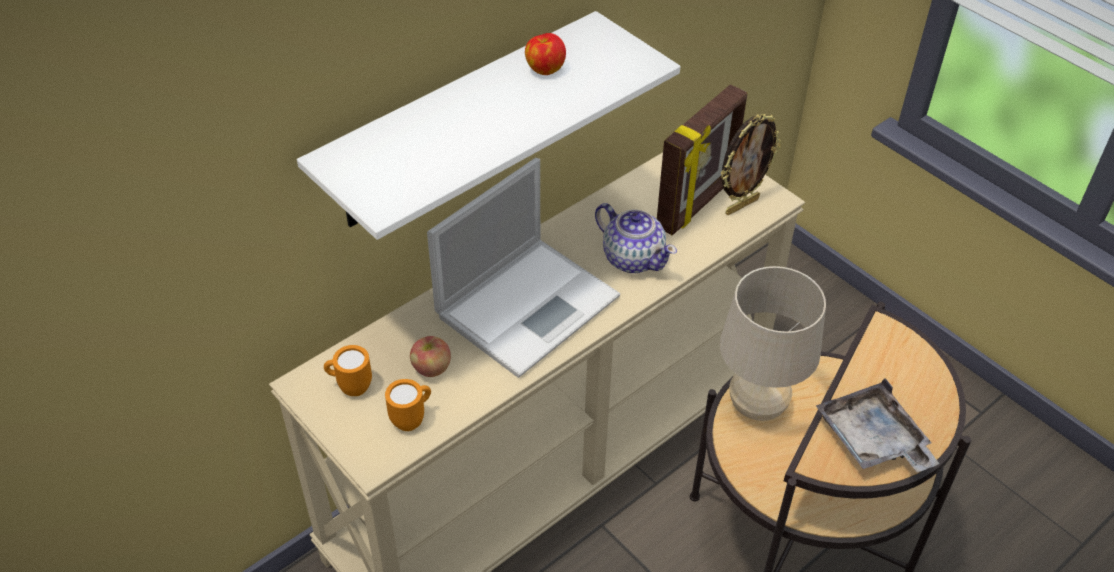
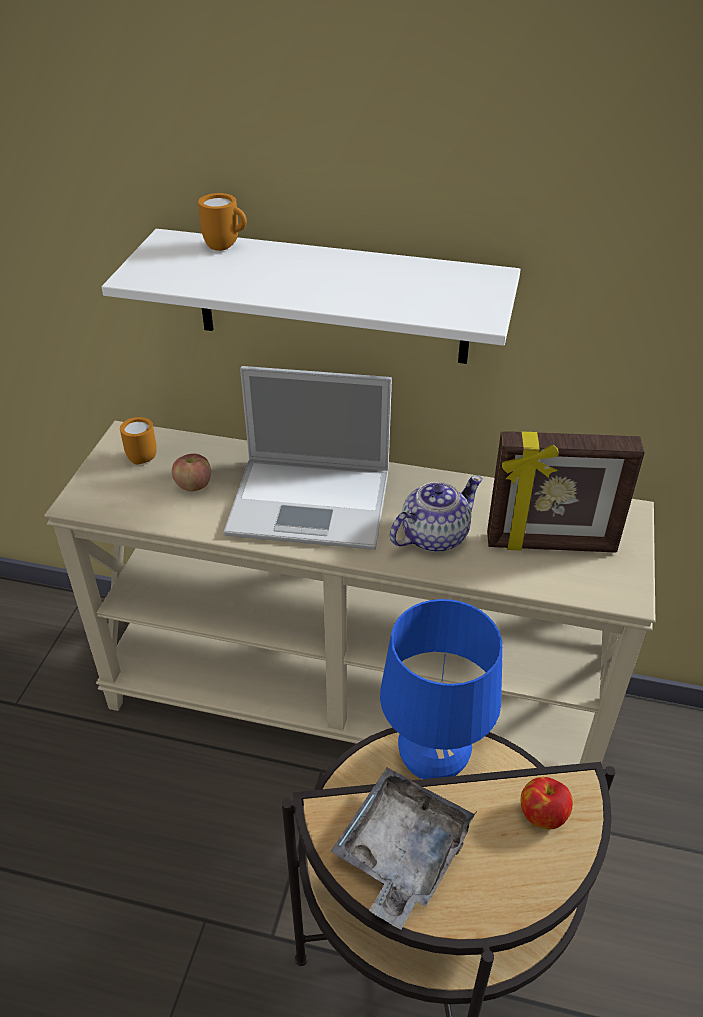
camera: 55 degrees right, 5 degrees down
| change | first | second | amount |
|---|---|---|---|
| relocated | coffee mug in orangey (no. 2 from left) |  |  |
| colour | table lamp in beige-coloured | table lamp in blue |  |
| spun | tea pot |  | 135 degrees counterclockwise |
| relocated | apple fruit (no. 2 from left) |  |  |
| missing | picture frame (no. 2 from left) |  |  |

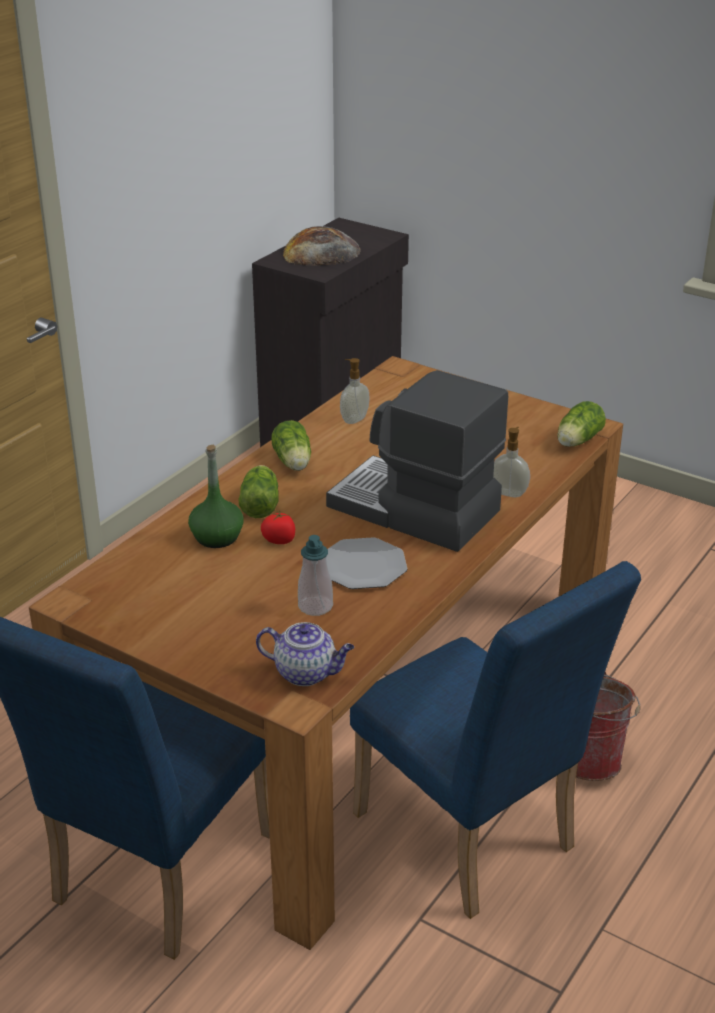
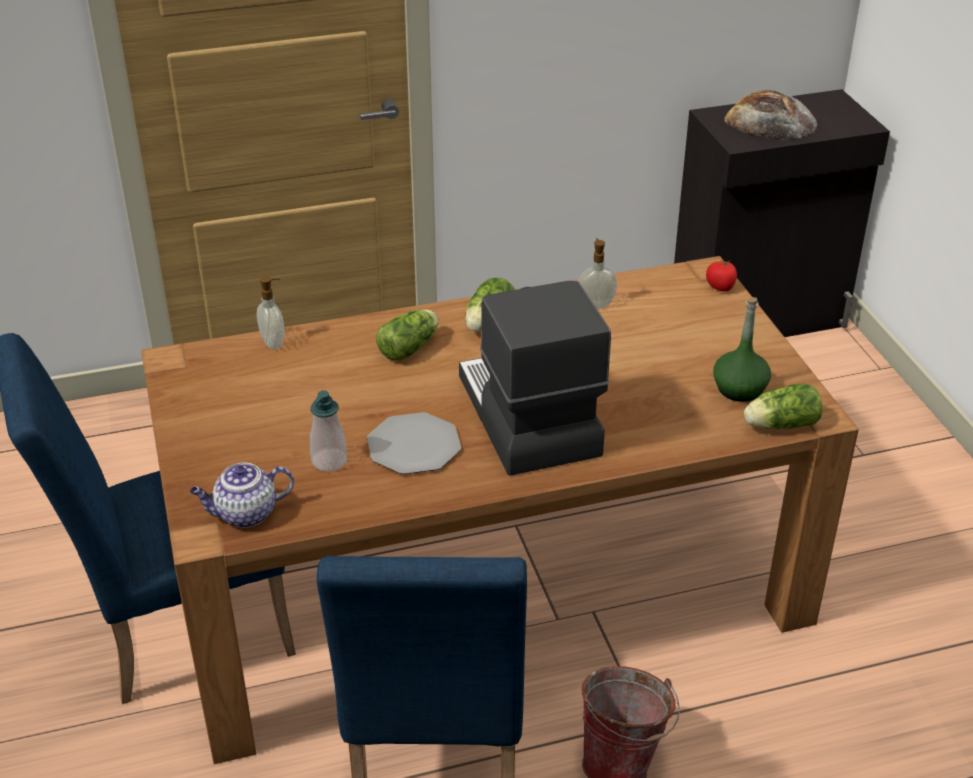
camera: 40 degrees right, 5 degrees up
| change | first | second | amount |
|---|---|---|---|
| spun | tea pot |  | 105 degrees clockwise |
| relocated | soap dispenser (no. 3 from left in the first image) | soap dispenser (no. 1 from left) |  |
| relocated | fresh tomato |  |  |
| relocated | beverage bottle in greenish |  |  |

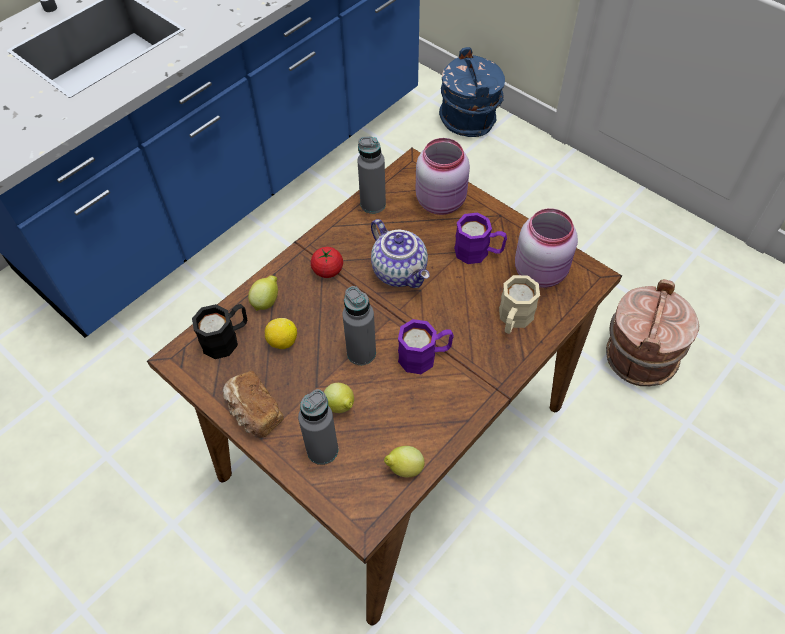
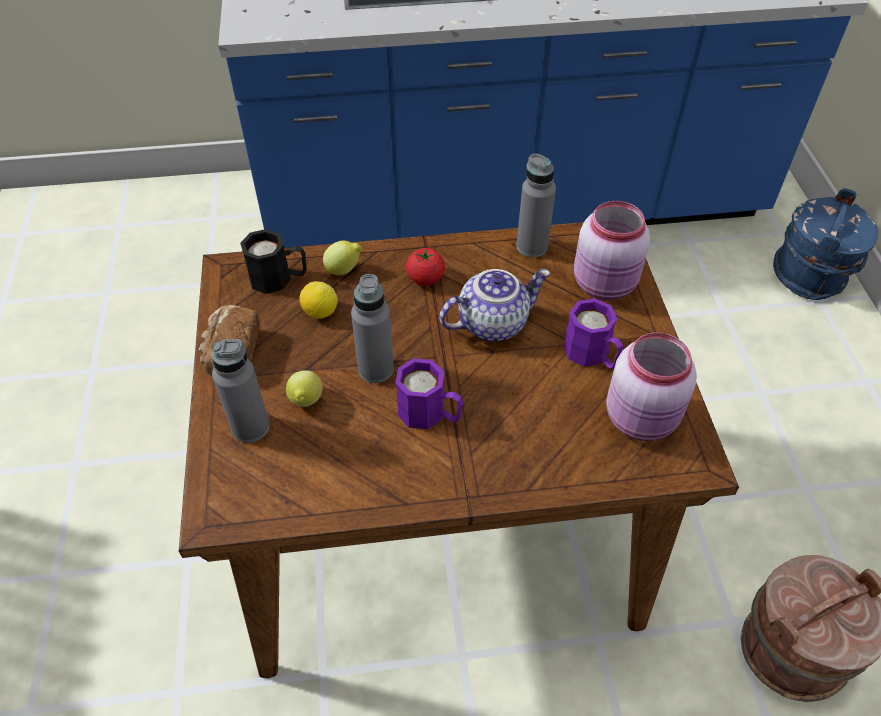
camera: 40 degrees right, 5 degrees down
| change | first | second | amount |
|---|---|---|---|
| spun | tea pot |  | 120 degrees counterclockwise |
| missing | citrus fruit (no. 4 from left) |  |  |
| missing | coffee mug in beige-coloured |  |  |

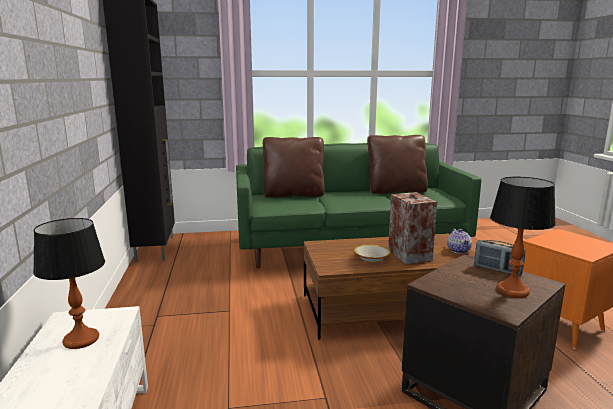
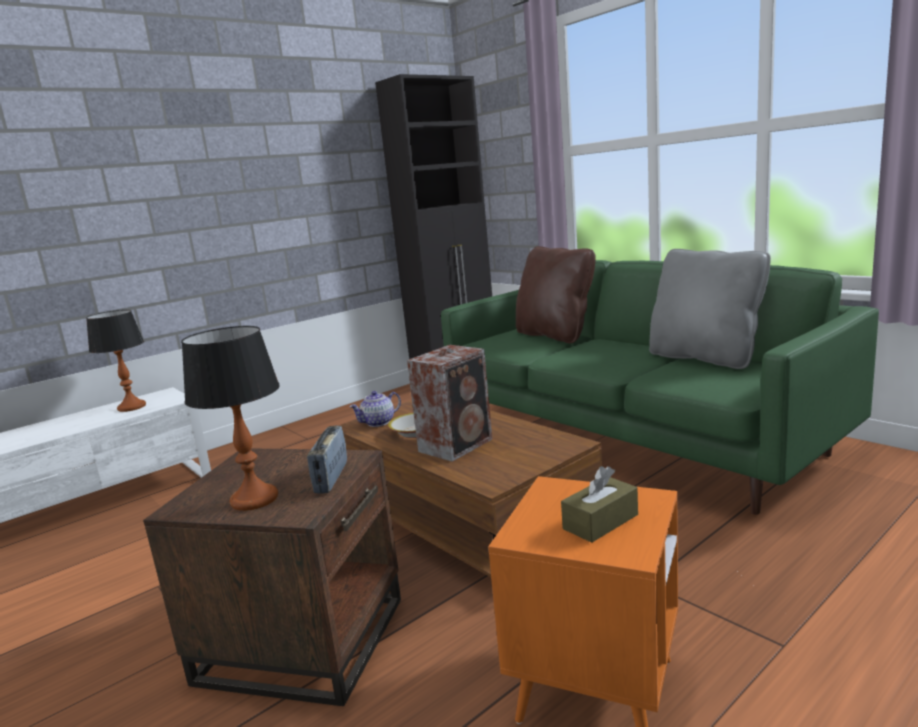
camera: 60 degrees right, 0 degrees up
| change | first | second | amount |
|---|---|---|---|
| relocated | tea pot |  |  |
| appeared |  | tissue box in brownish |  |
| colour | throw pillow in brownish (no. 2 from left) | throw pillow in gray |  |

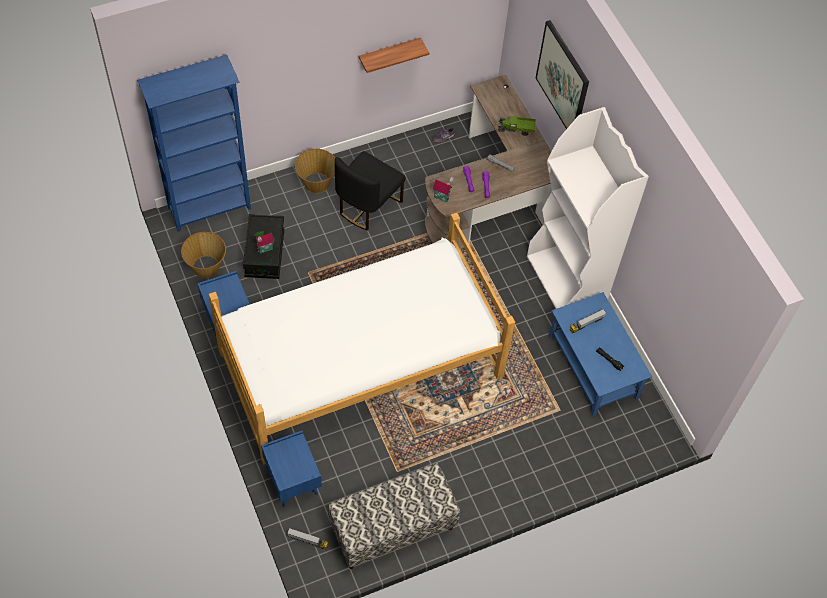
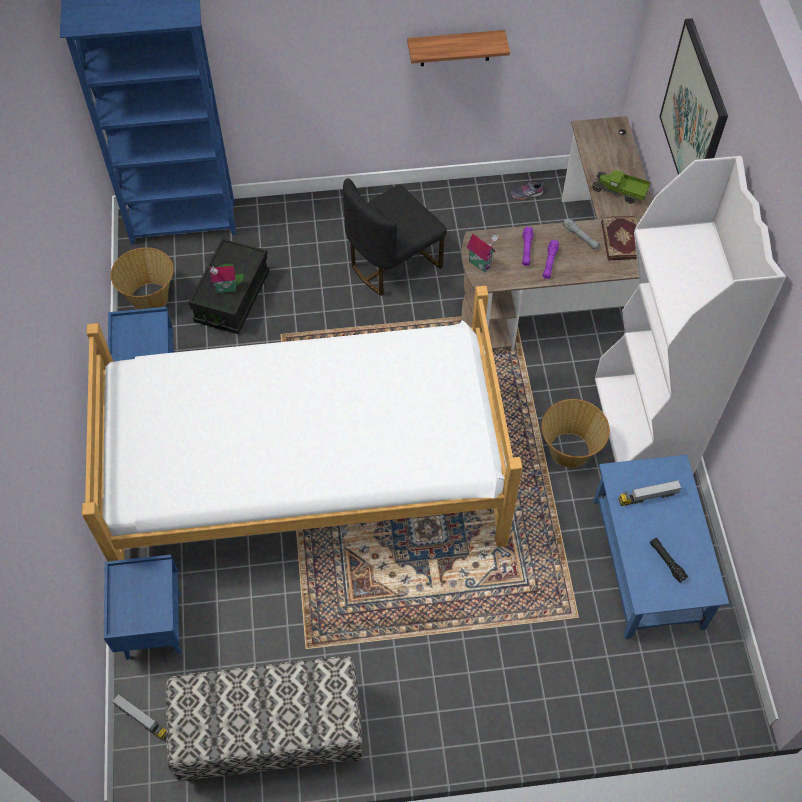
camera: 20 degrees right, 0 degrees up
| change | first | second | amount |
|---|---|---|---|
| relocated | household basket (no. 2 from left) |  |  |
| appeared |  | volume |  |

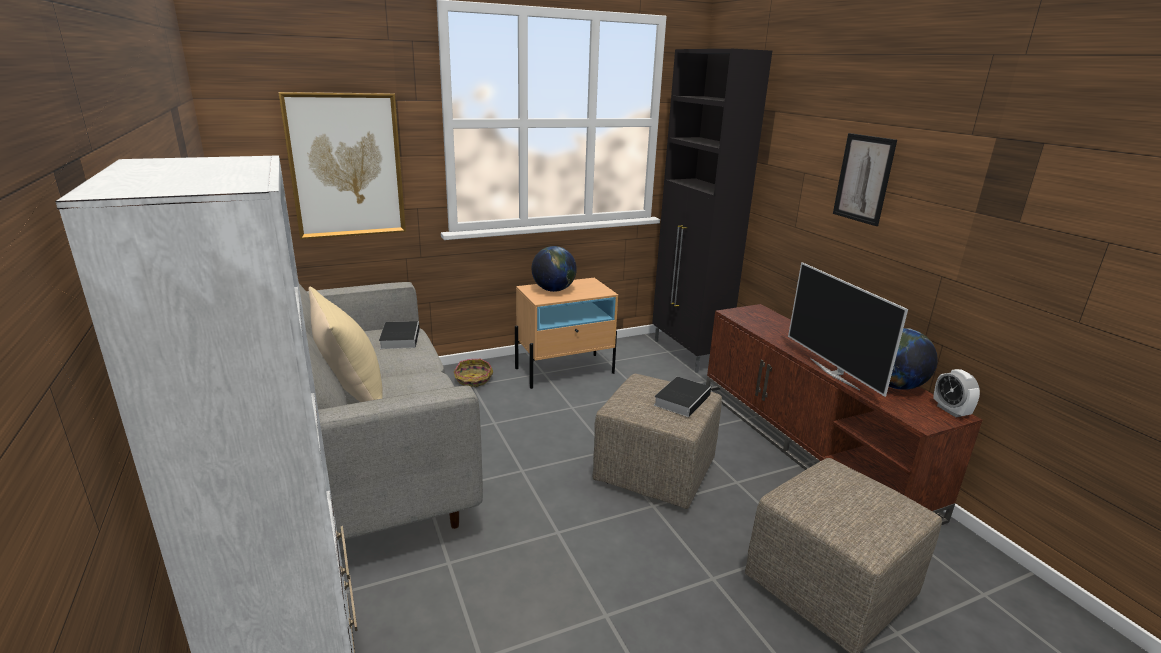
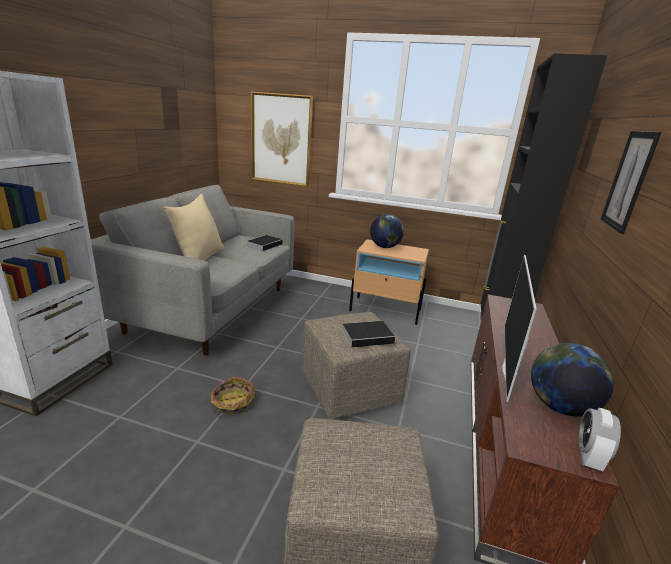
camera: 40 degrees right, 0 degrees up
| change | first | second | amount |
|---|---|---|---|
| relocated | household basket |  |  |

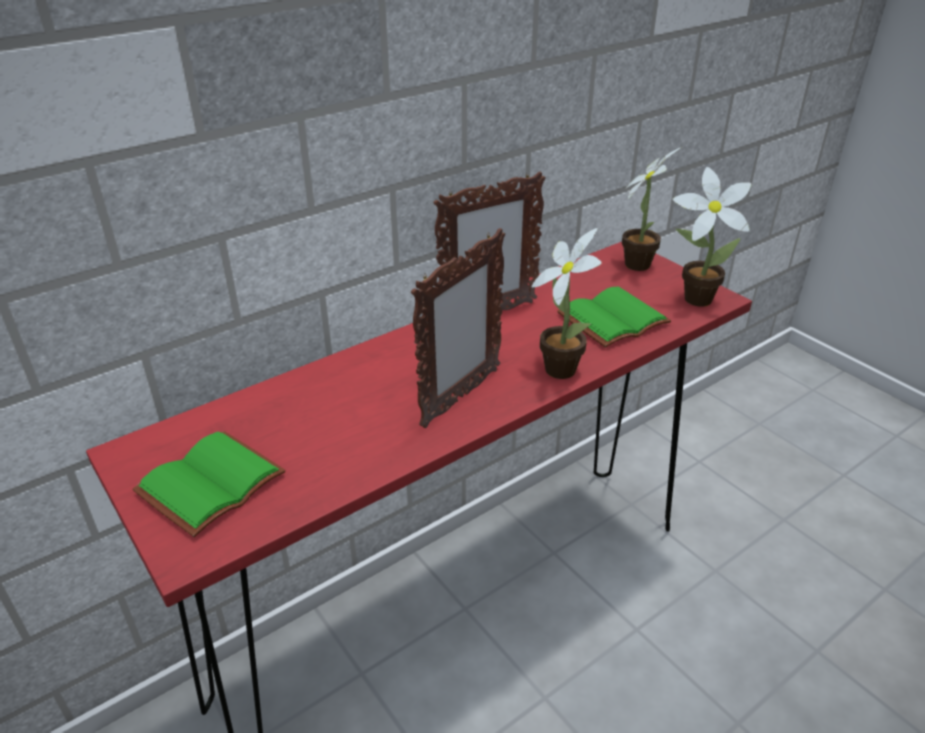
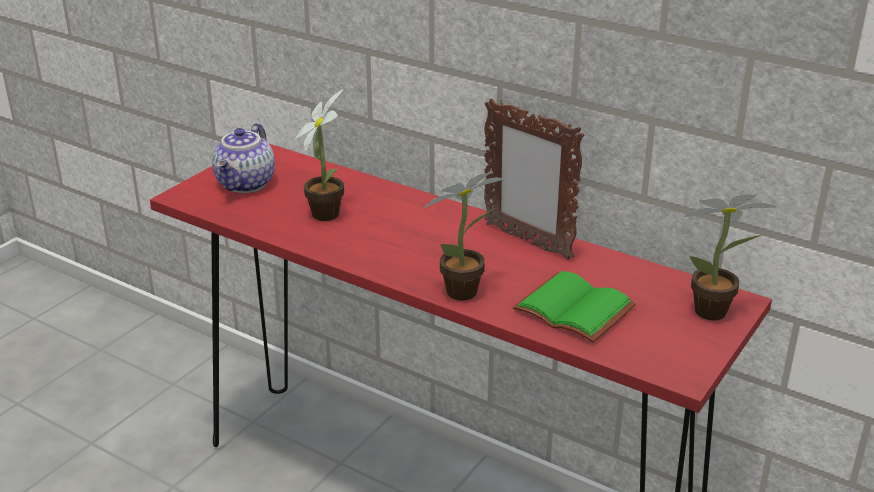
camera: 70 degrees right, 5 degrees down
| change | first | second | amount |
|---|---|---|---|
| exchanged | volume in greenish (no. 1 from left) | tea pot |  |
| relocated | houseplant (no. 3 from left in the first image) | houseplant (no. 1 from left) |  |
| missing | picture frame (no. 1 from left) |  |  |

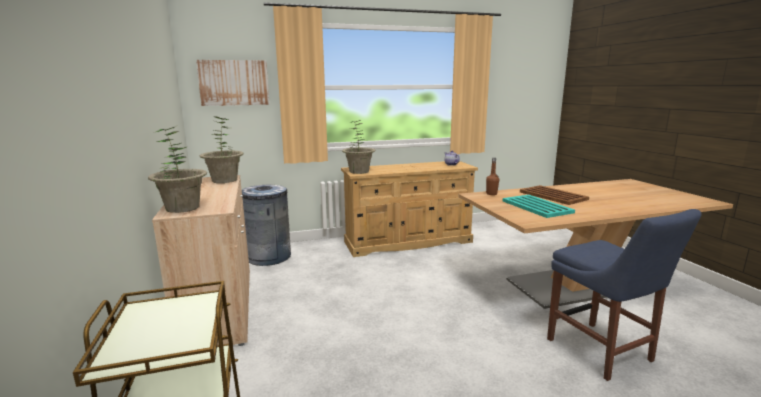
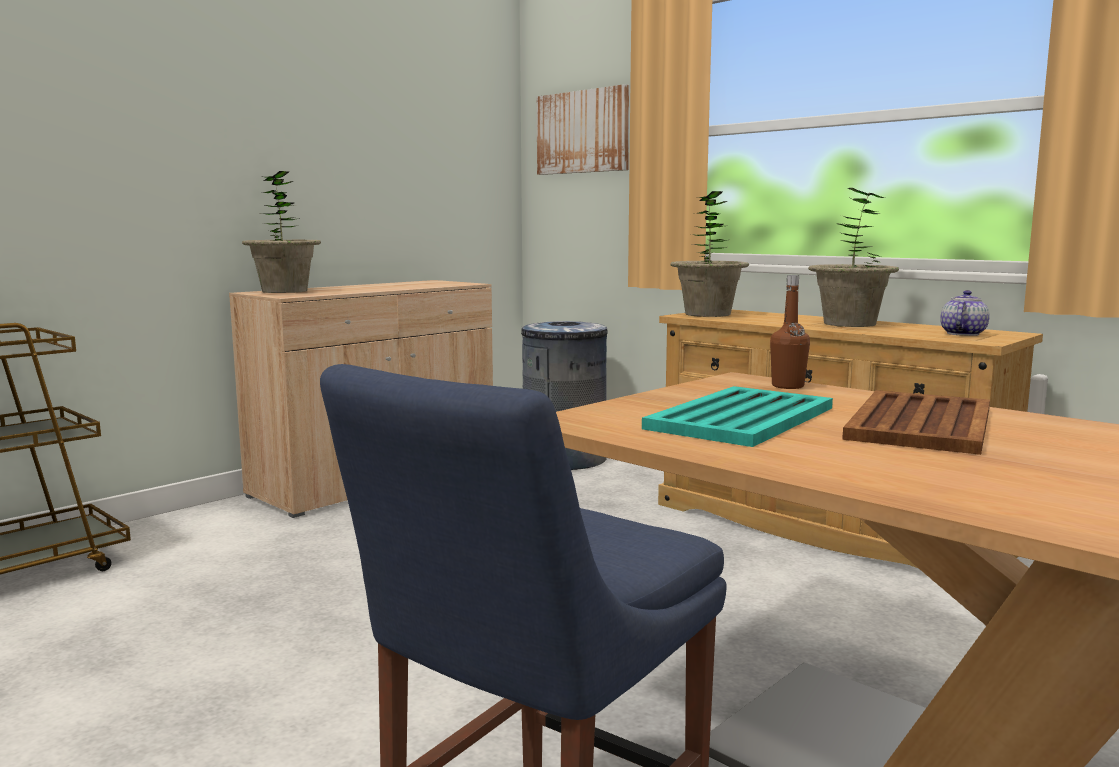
camera: 60 degrees right, 5 degrees down
| change | first | second | amount |
|---|---|---|---|
| relocated | houseplant (no. 2 from left in the first image) | houseplant (no. 3 from left) |  |

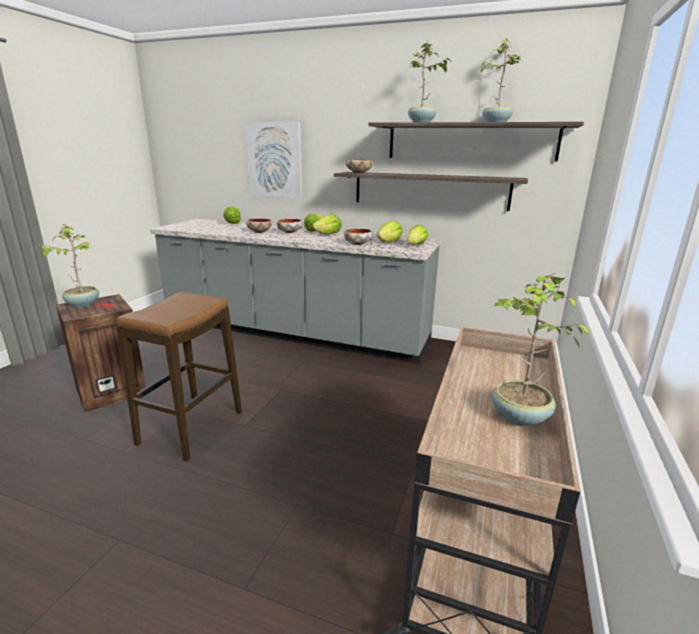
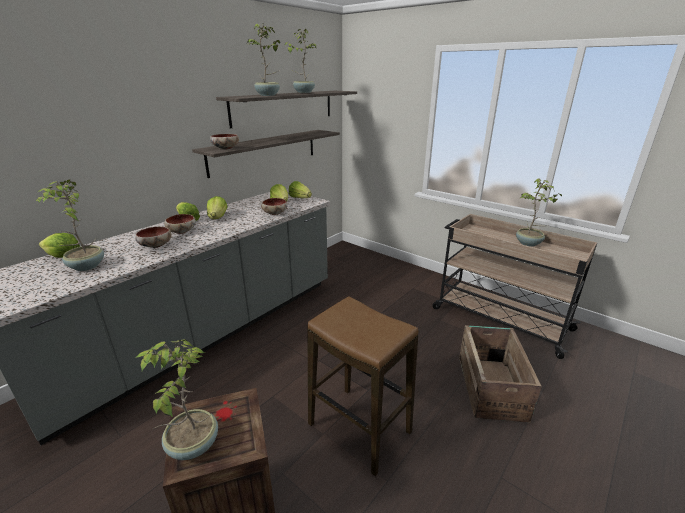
camera: 70 degrees left, 5 degrees up
| change | first | second | amount |
|---|---|---|---|
| appeared |  | houseplant (no. 1 from left) |  |
| appeared |  | shipping crate (no. 2 from left) |  |
| missing | picture |  |  |

